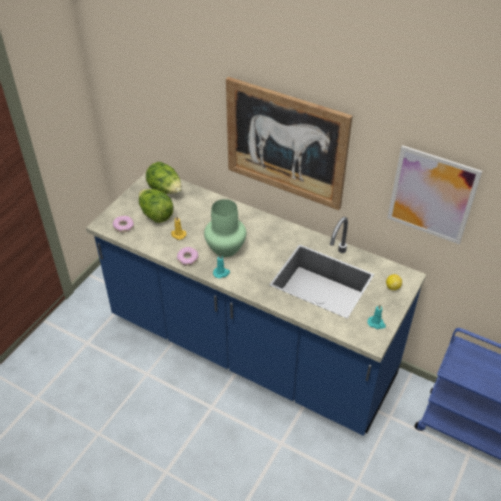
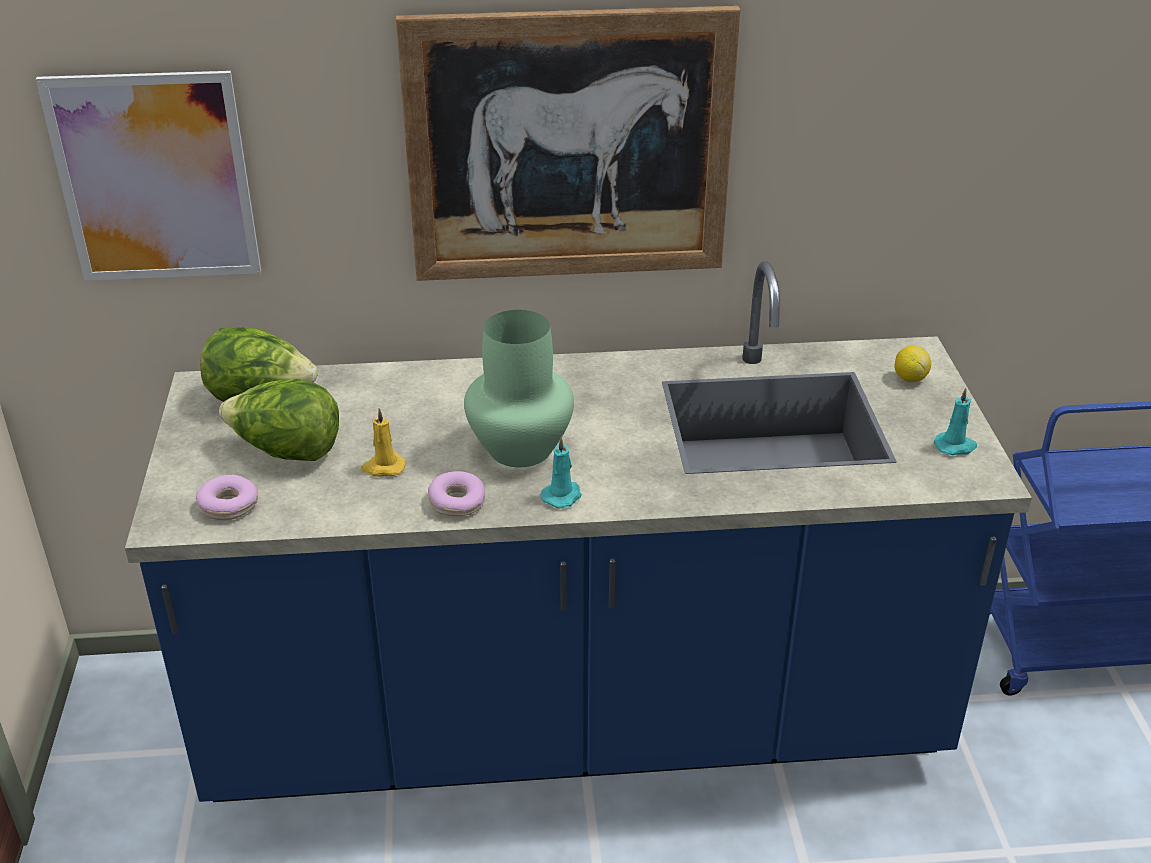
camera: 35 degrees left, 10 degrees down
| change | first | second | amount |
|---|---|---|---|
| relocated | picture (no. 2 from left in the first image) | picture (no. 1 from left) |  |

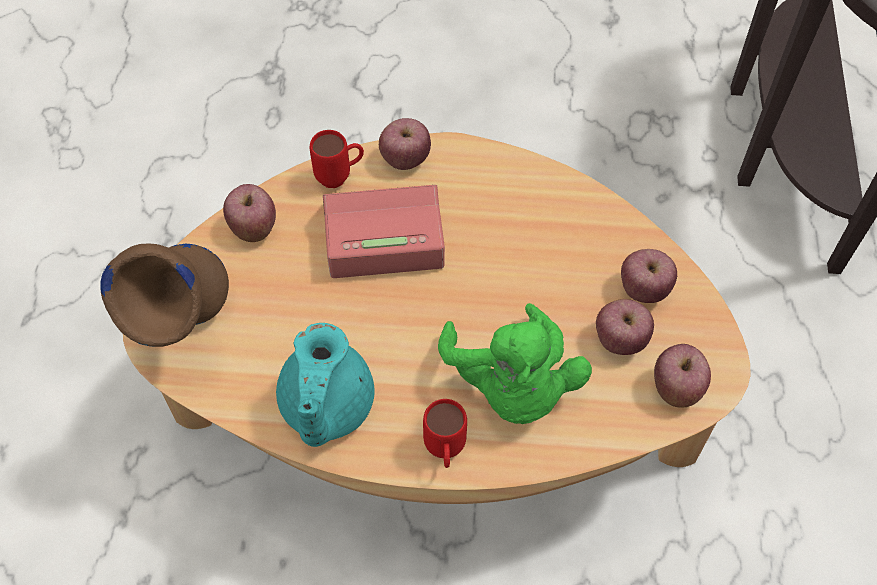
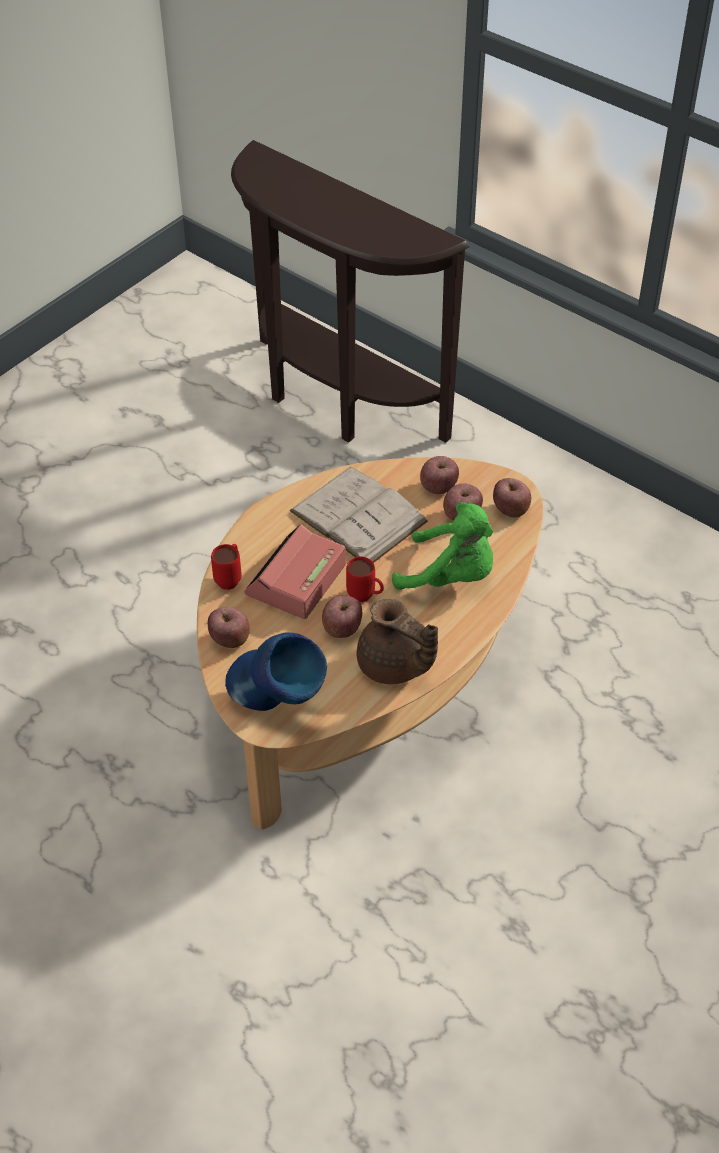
camera: 55 degrees left, 10 degrees down
| change | first | second | amount |
|---|---|---|---|
| colour | flower vase in brownish | flower vase in blue |  |
| appeared |  | volume in white-coloured |  |
| relocated | apple fruit (no. 2 from left) |  |  |
| relocated | coffee mug in red (no. 2 from left) |  |  |
| colour | tea pot in turquoise | tea pot in brownish |  |

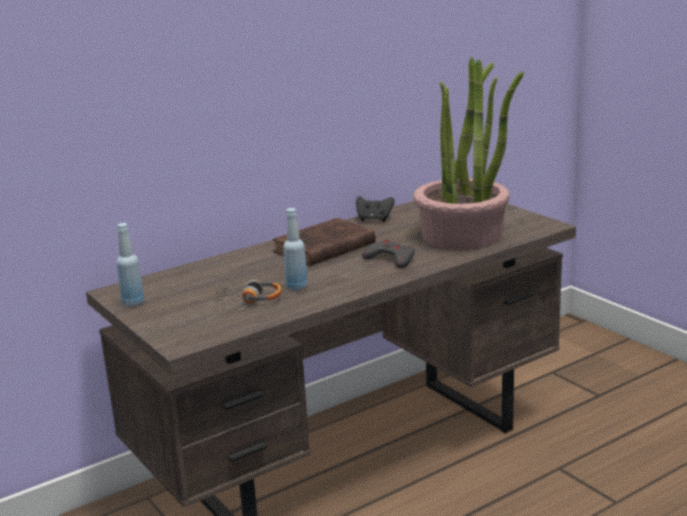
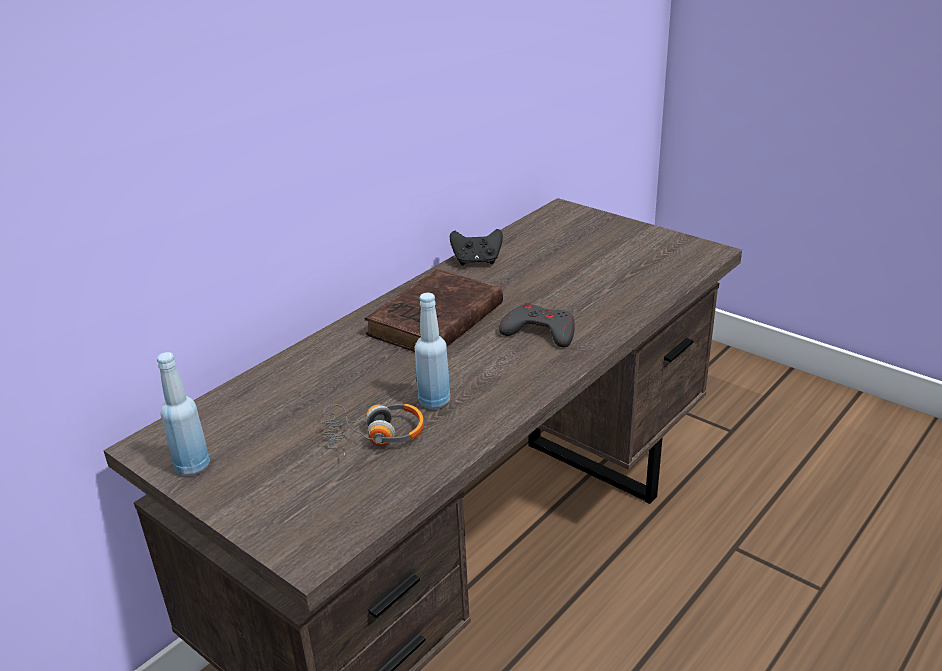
camera: 15 degrees left, 10 degrees up
| change | first | second | amount |
|---|---|---|---|
| missing | houseplant |  |  |

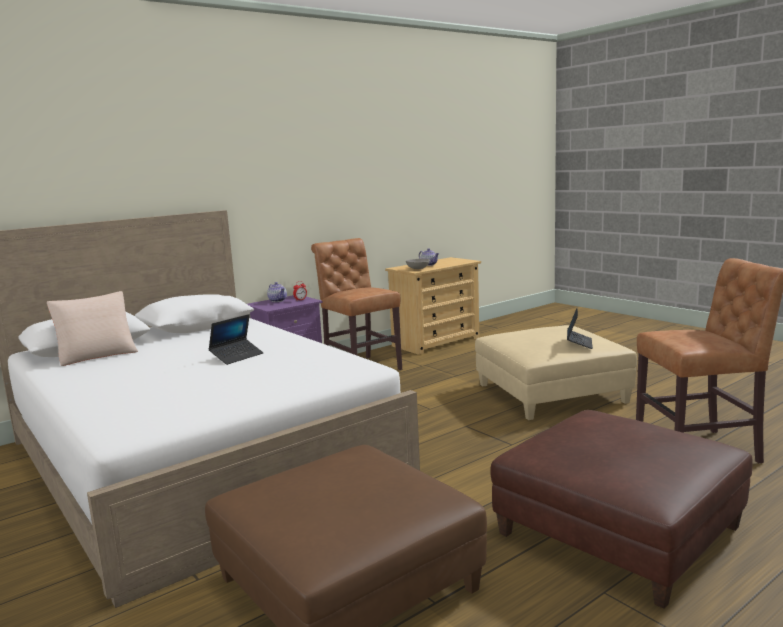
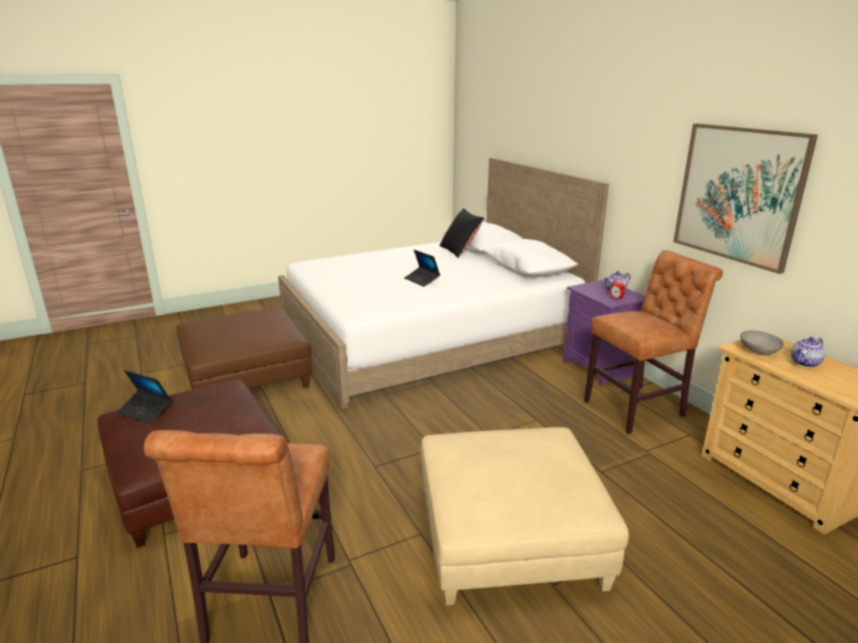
camera: 100 degrees right, 10 degrees up
| change | first | second | amount |
|---|---|---|---|
| relocated | notebook computer (no. 2 from left in the first image) | notebook computer (no. 1 from left) |  |
| colour | throw pillow in beige-coloured | throw pillow in black-coloured |  |
| appeared |  | picture |  |

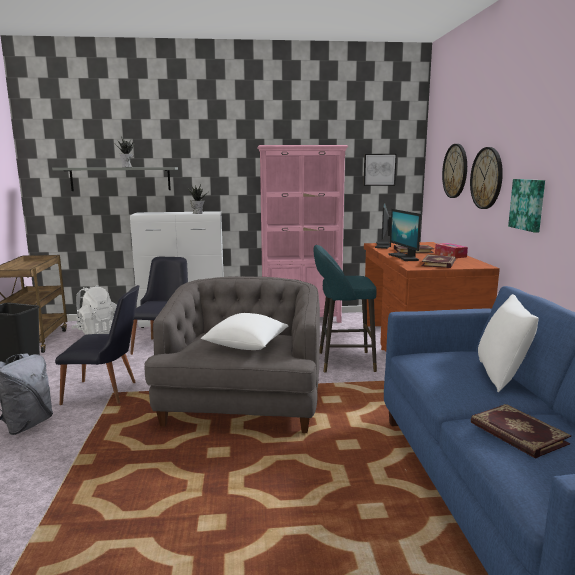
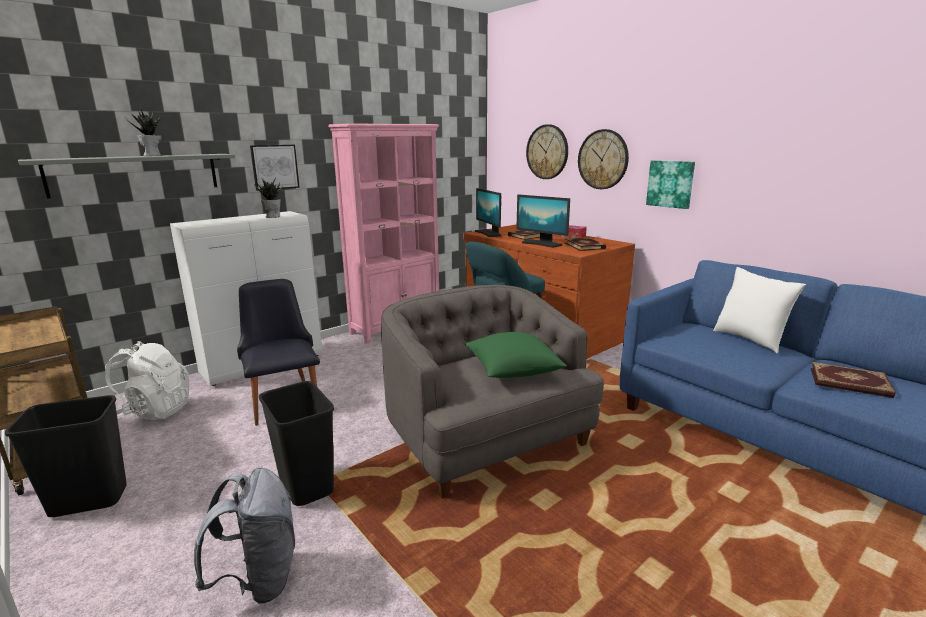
camera: 35 degrees left, 5 degrees up
| change | first | second | amount |
|---|---|---|---|
| relocated | picture (no. 1 from left) |  |  |
| exchanged | chair in black-coloured (no. 1 from left) | waste bin in black-coloured (no. 2 from left) |  |
| colour | throw pillow in white-coloured (no. 1 from left) | throw pillow in greenish |  |

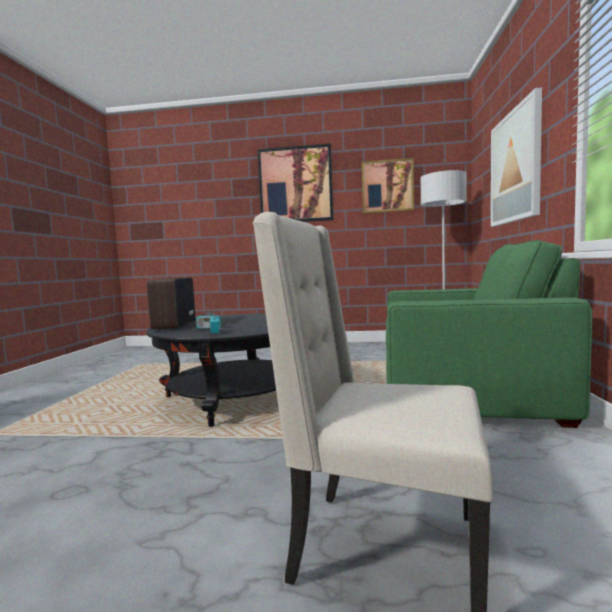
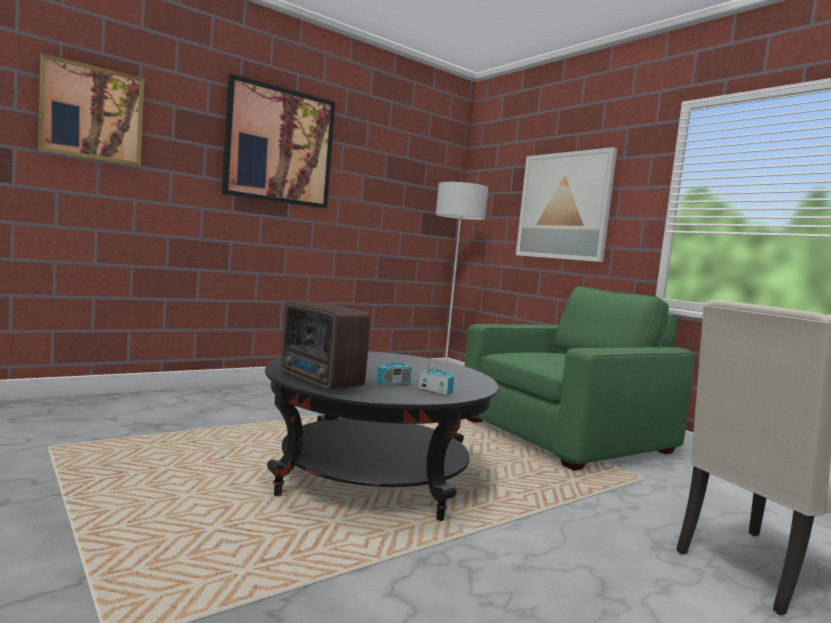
camera: 45 degrees left, 0 degrees up
| change | first | second | amount |
|---|---|---|---|
| relocated | picture (no. 2 from left in the first image) | picture (no. 1 from left) |  |

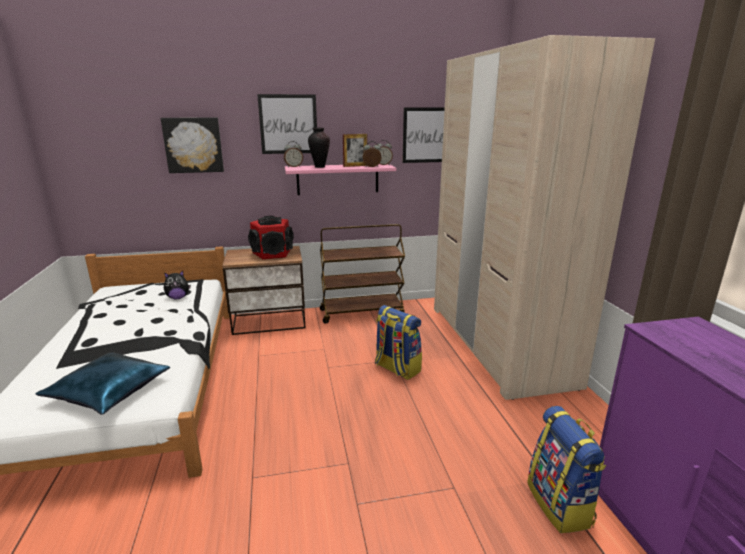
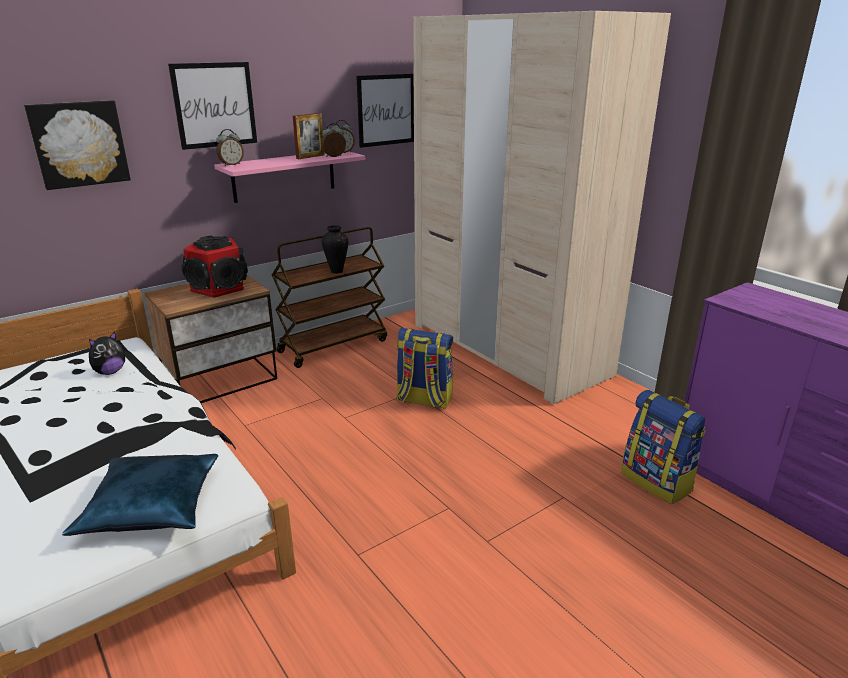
camera: 25 degrees left, 5 degrees up
| change | first | second | amount |
|---|---|---|---|
| relocated | flower vase |  |  |

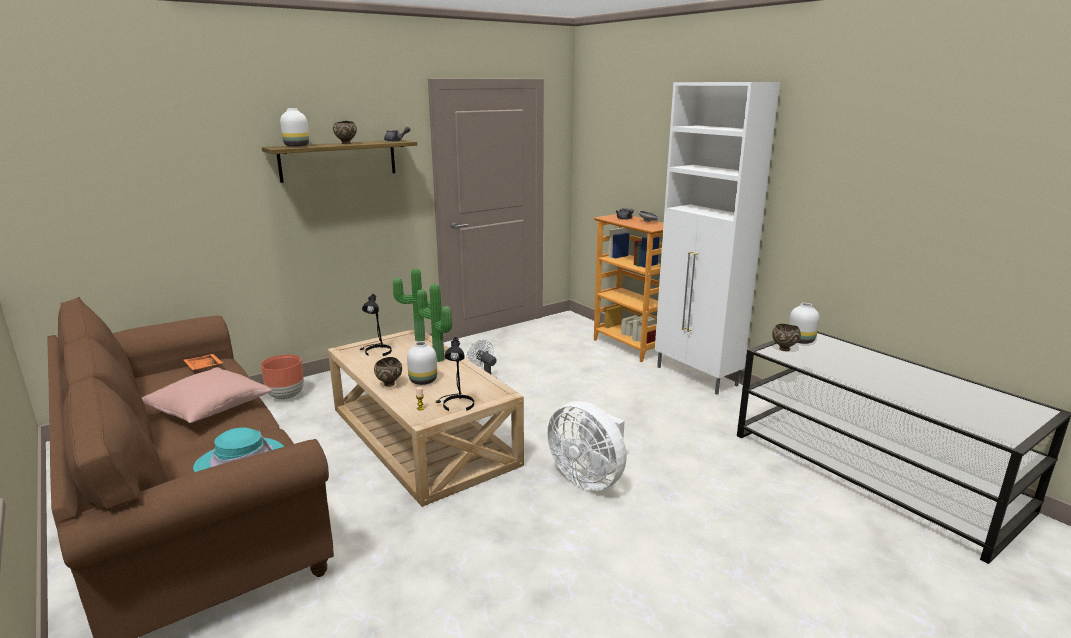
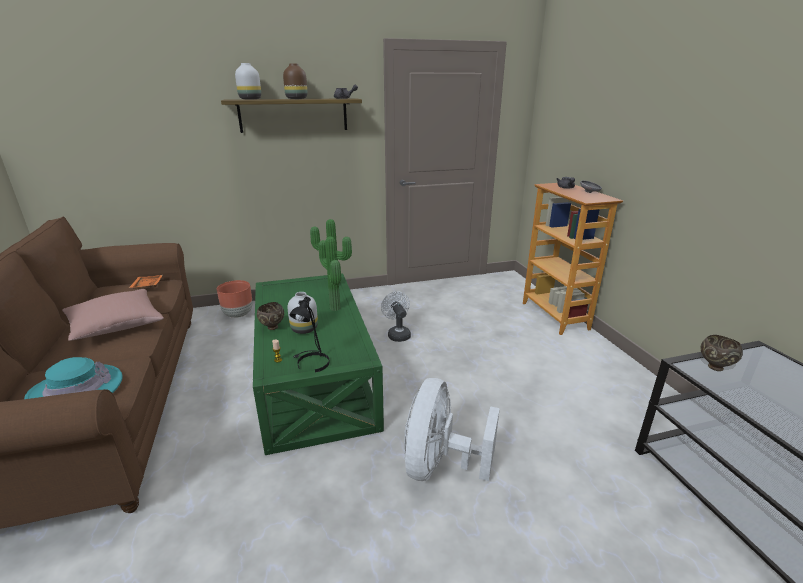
camera: 20 degrees right, 5 degrees up
| change | first | second | amount |
|---|---|---|---|
| colour | coffee table in beige-coloured | coffee table in greenish |  |
| exchanged | serving bowl in brownish (no. 1 from left) | flower vase in brownish |  |
| spun | electric fan in white-coloured (no. 2 from left) |  | 45 degrees clockwise |
| missing | table lamp in black-coloured (no. 1 from left) |  |  |
| missing | cabinet in white-coloured |  |  |
| missing | flower vase in white-coloured (no. 3 from left) |  |  |

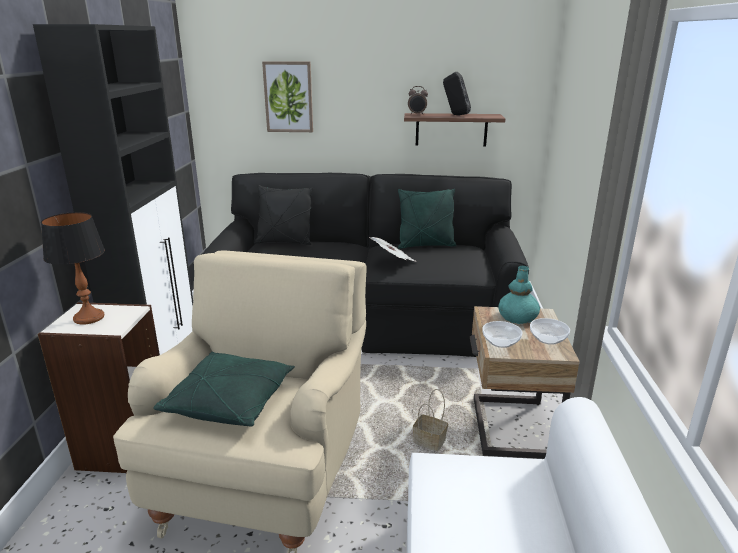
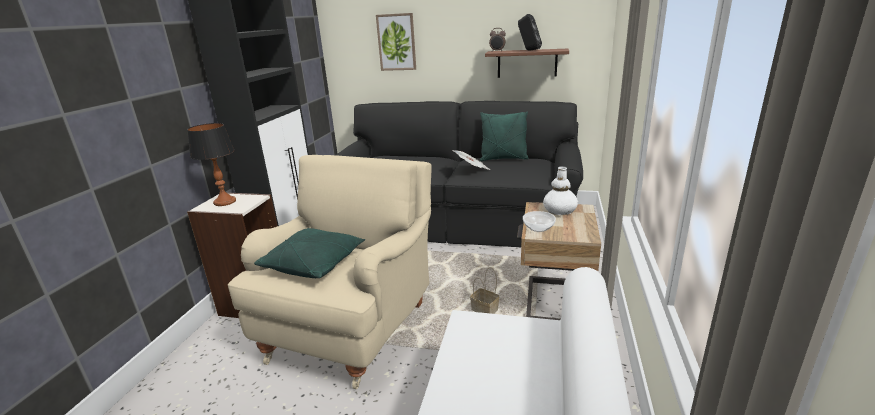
camera: 10 degrees right, 0 degrees up
| change | first | second | amount |
|---|---|---|---|
| colour | flower vase in turquoise | flower vase in white-coloured |  |
| missing | throw pillow in black-coloured |  |  |
| missing | serving bowl (no. 2 from left) |  |  |

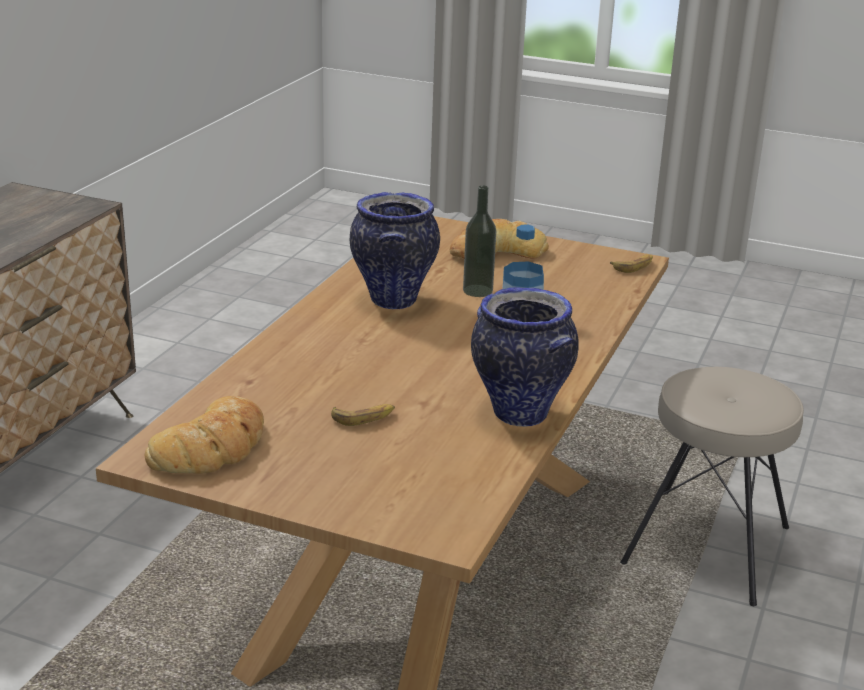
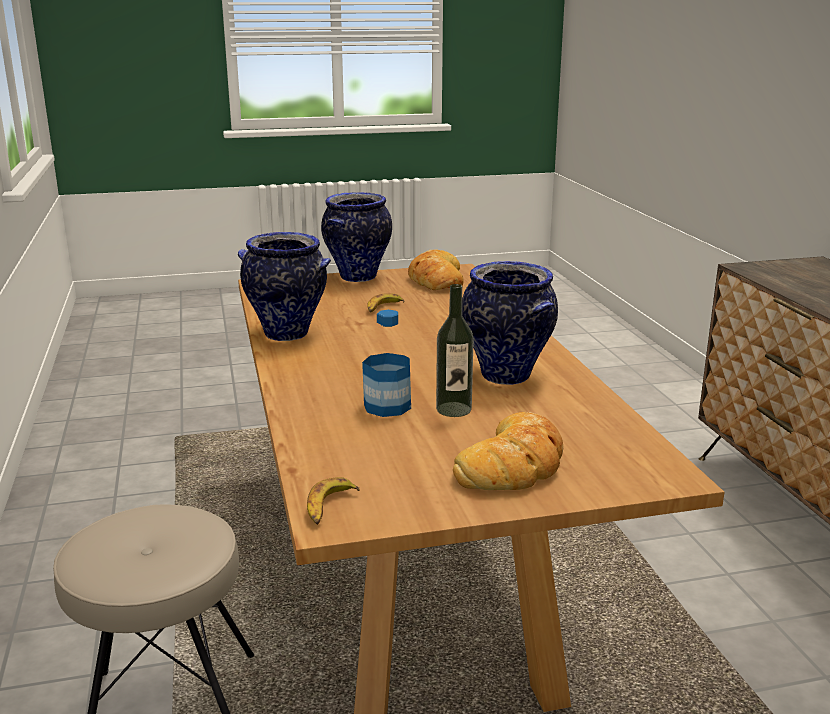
camera: 145 degrees right, 5 degrees down
| change | first | second | amount |
|---|---|---|---|
| appeared |  | flower vase (no. 2 from left) |  |

